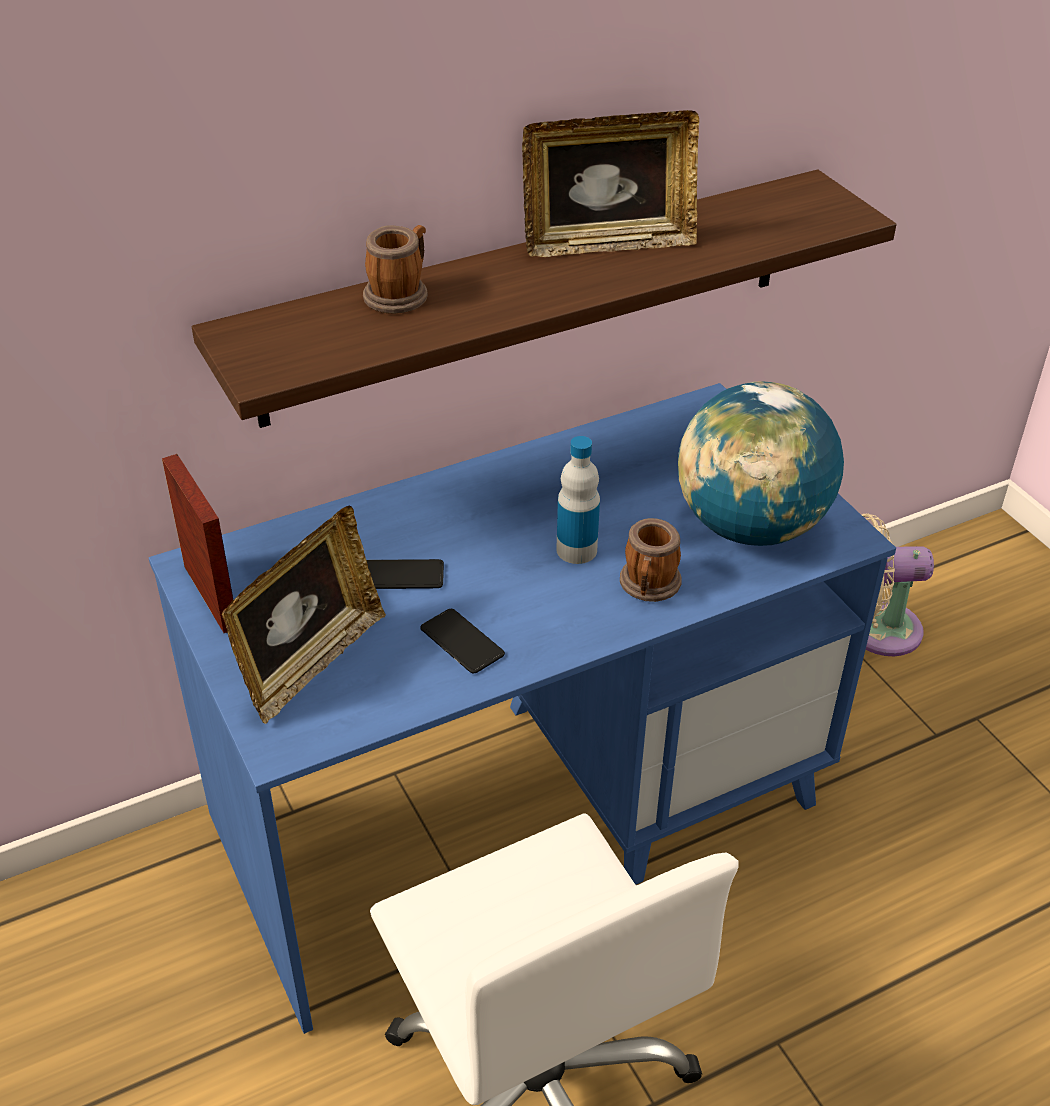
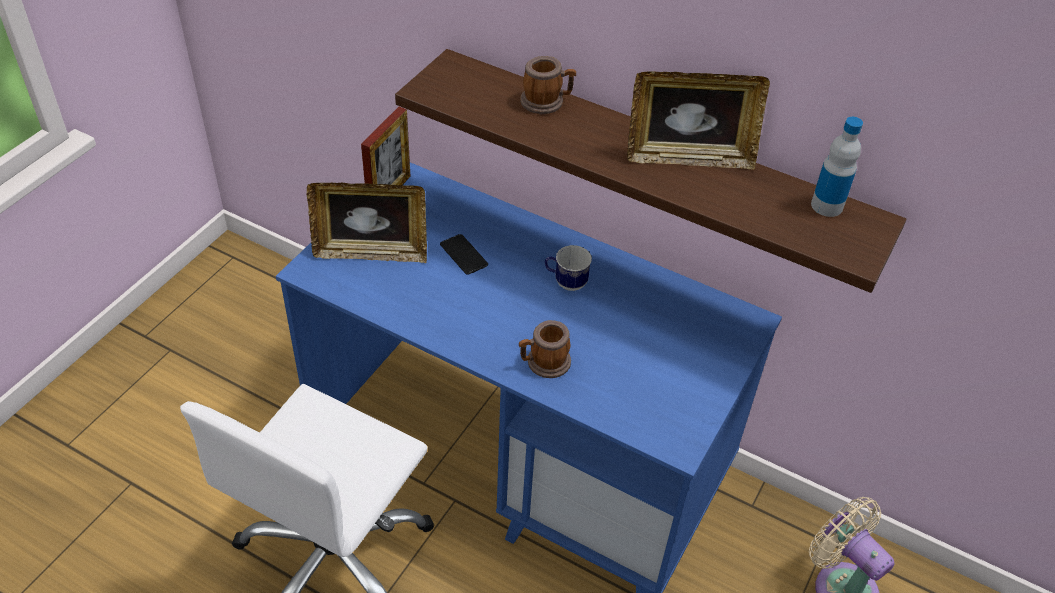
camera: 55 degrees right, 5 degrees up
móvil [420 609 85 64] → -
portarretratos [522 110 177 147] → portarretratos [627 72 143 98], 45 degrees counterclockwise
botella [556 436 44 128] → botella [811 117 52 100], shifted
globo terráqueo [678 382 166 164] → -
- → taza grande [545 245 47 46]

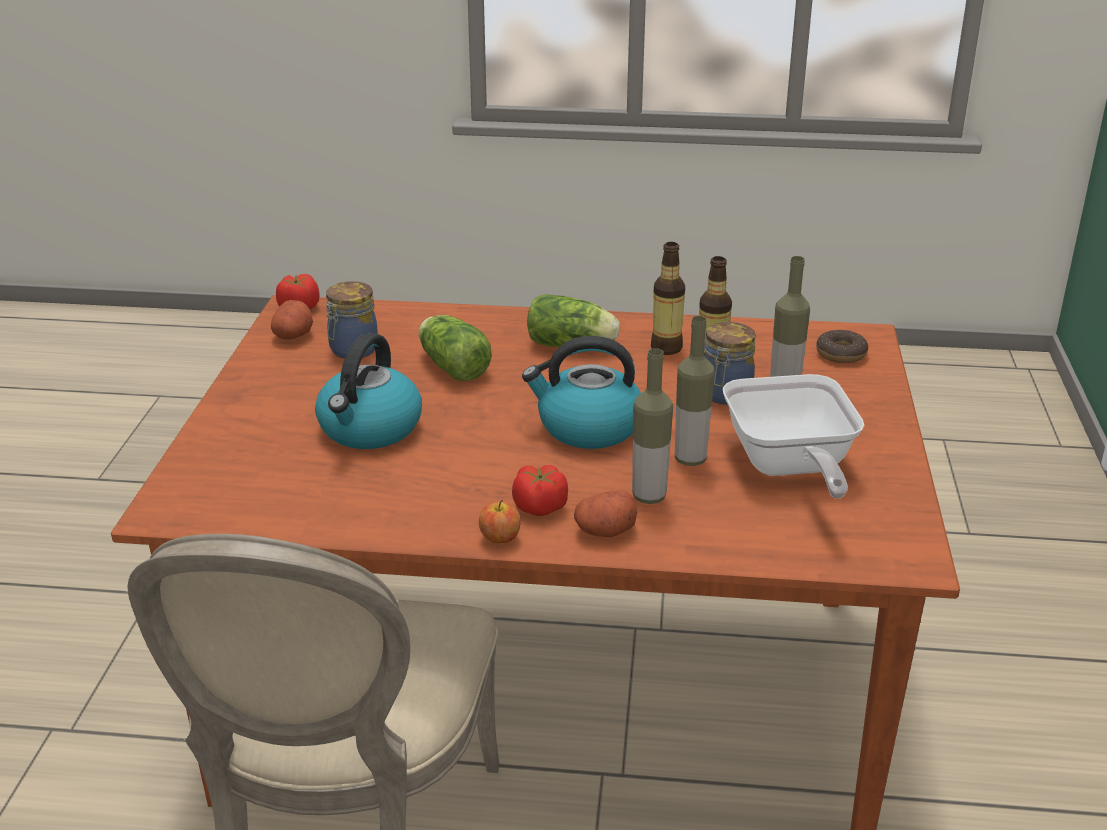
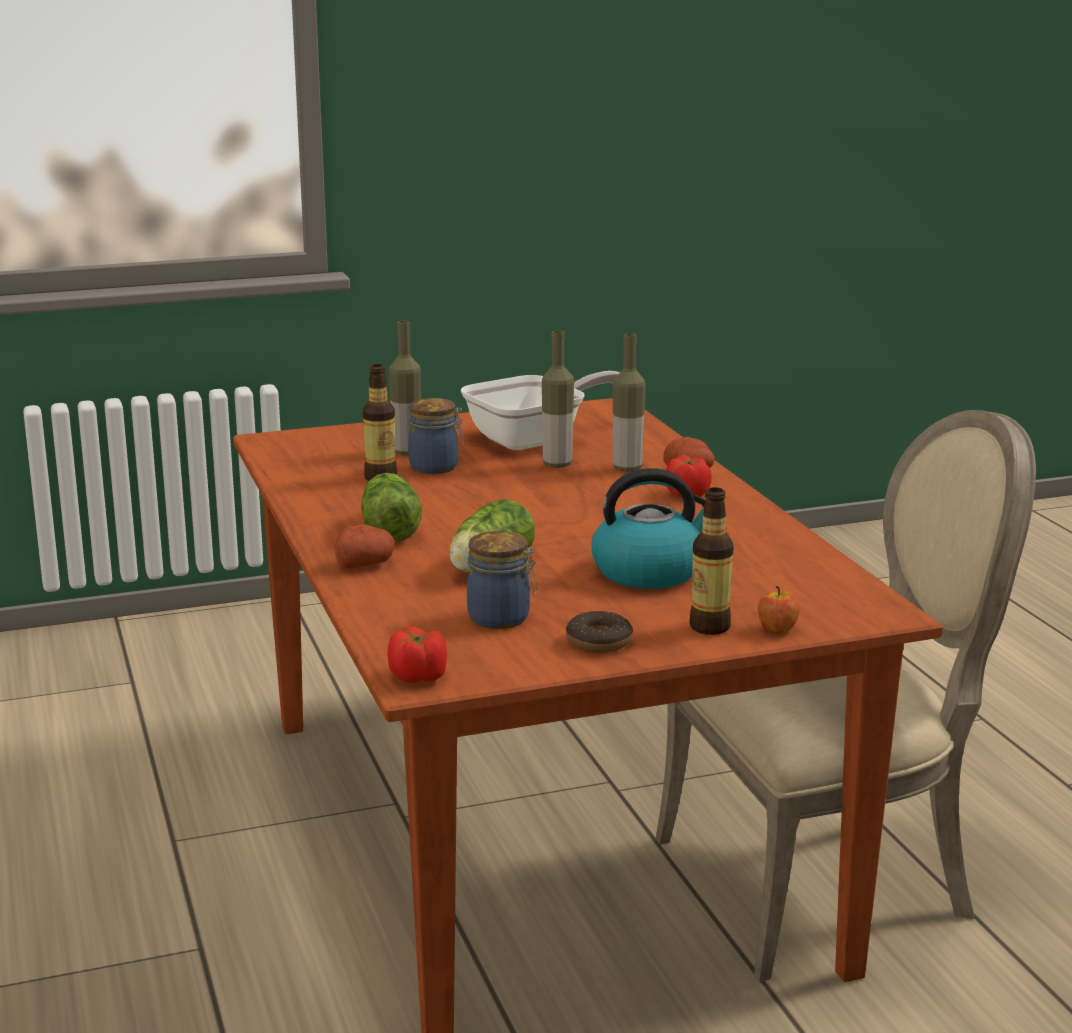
camera: 115 degrees left, 10 degrees down
patata [271 300 42 39] → patata [335 525 60 43], shifted
manzana [479 500 42 43] → manzana [758 586 42 47], shifted
hervidor [522 336 119 113] → -
botella [651 242 34 113] → botella [689 487 45 148], shifted
rosquilla [816 330 52 33] → rosquilla [566 611 67 42], shifted

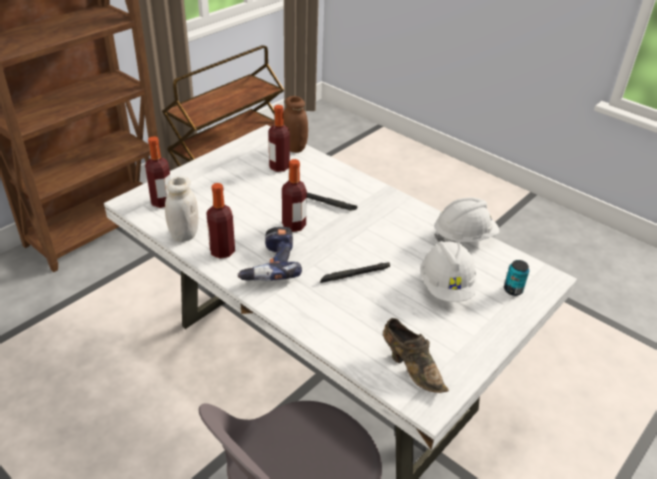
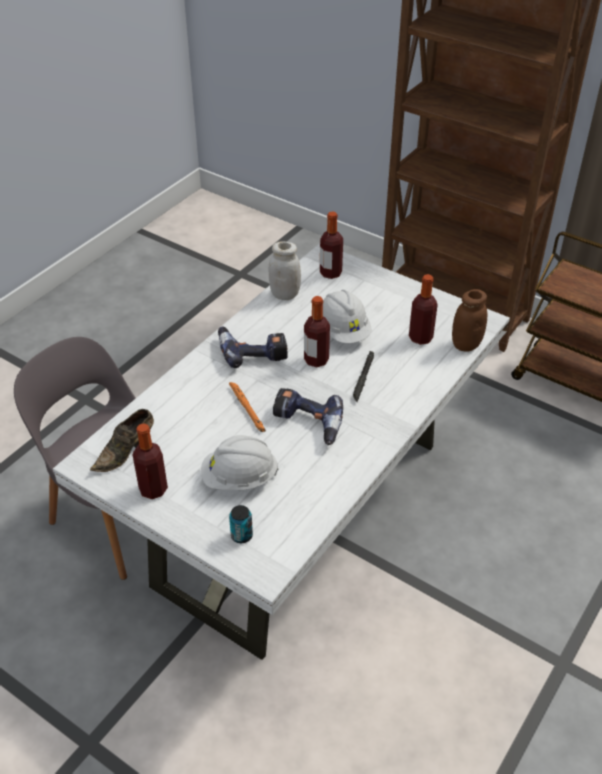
camera: 85 degrees right, 5 degrees up
botella [206 183 29 76] → botella [132 423 36 76], shifted
linterna [negro] [320 262 70 21] → linterna [naranja] [229 382 37 50]
casco [blanco] [434 197 66 46] → casco [blanco] [323 290 49 53], shifted
- → taladro [273 388 70 57]

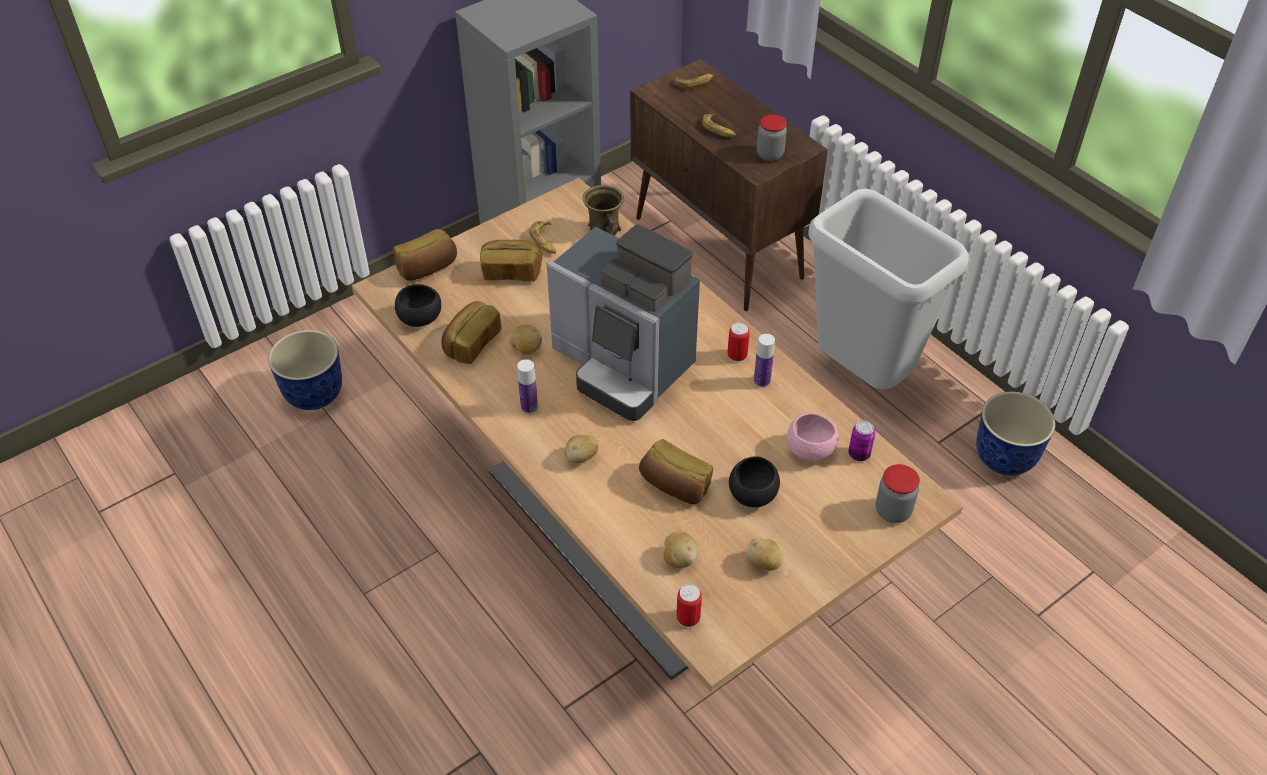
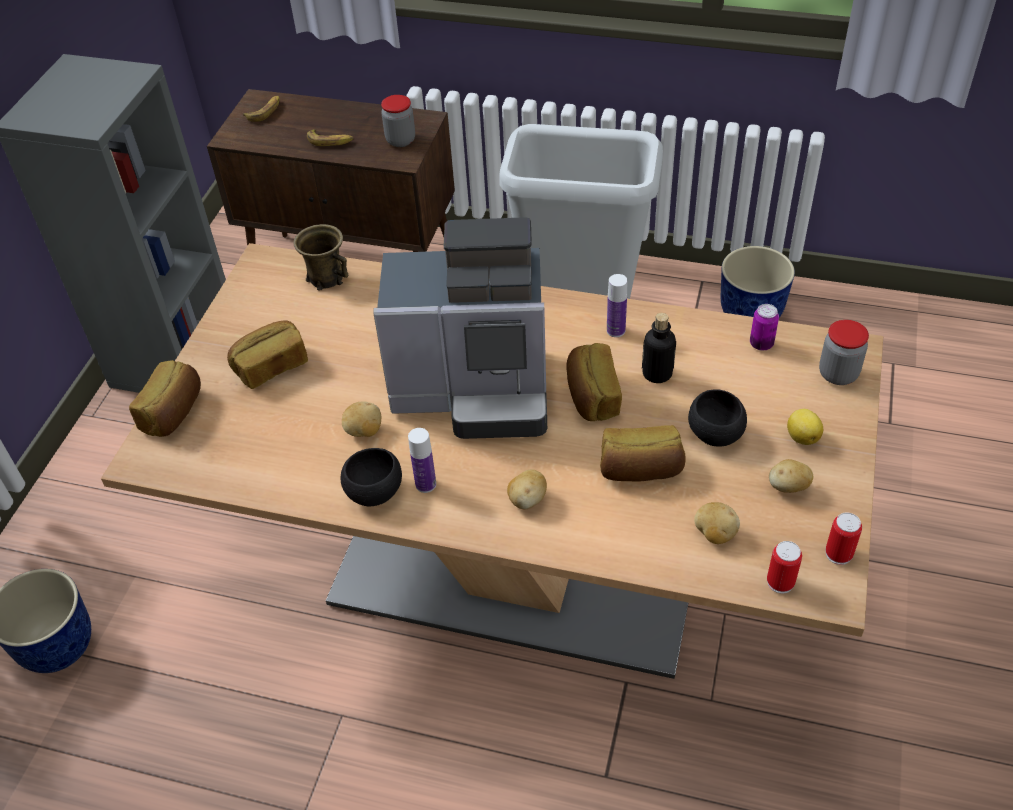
camera: 35 degrees left, 0 degrees up
cuenco [negro] [395 284 46 43] → cuenco [negro] [341 448 61 58], shifted
pan [441 301 61 63] → pan [567 343 55 78], shifted
plátano [529 221 27 33] → -
lata [727 322 23 41] → lata [826 512 36 53], shifted
cuenco [rosa] [787 413 52 47] → -
- → botella [642 313 34 70]
- → limón [787 409 36 36]

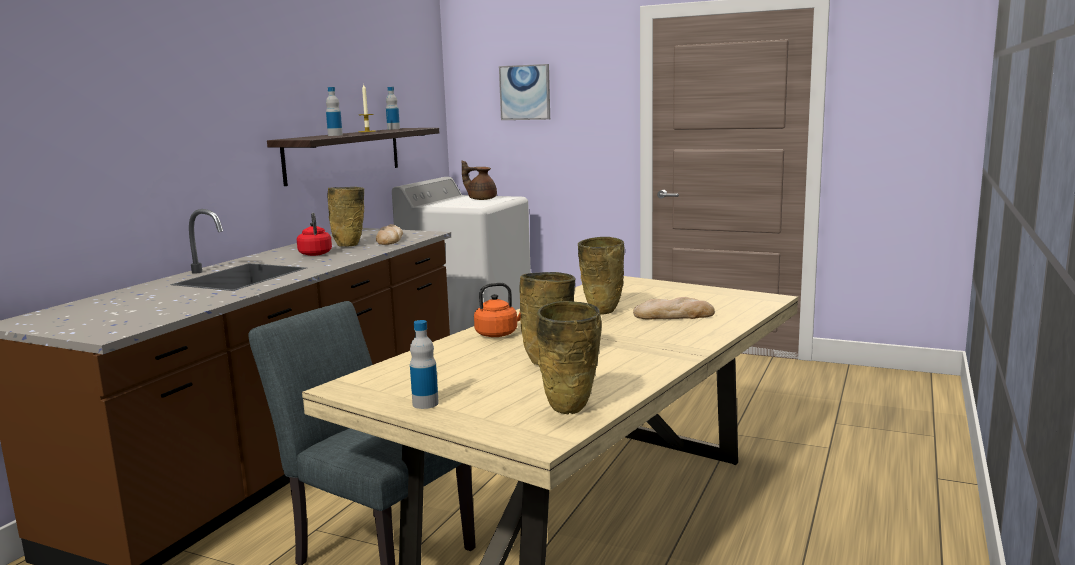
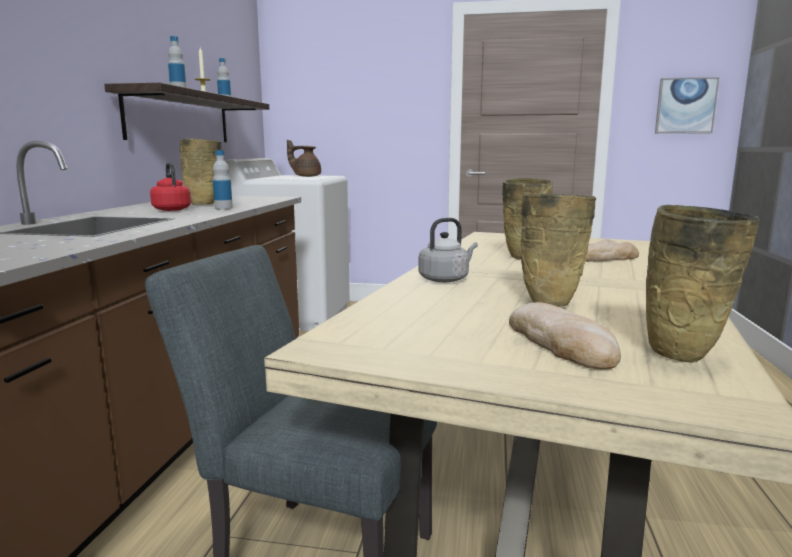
camera: 15 degrees left, 0 degrees up
pan [376 224 27 21] → pan [509 302 112 67], shifted
botella [410 320 29 89] → botella [213 150 20 59], shifted
hervidor [naranja] [474 283 47 54] → hervidor [gris] [418 218 60 65]
cuadro [499 64 51 56] → cuadro [655 77 65 57], shifted

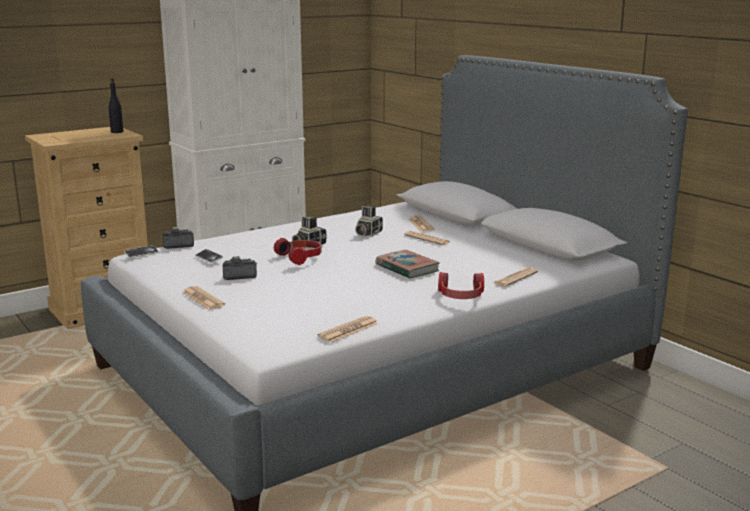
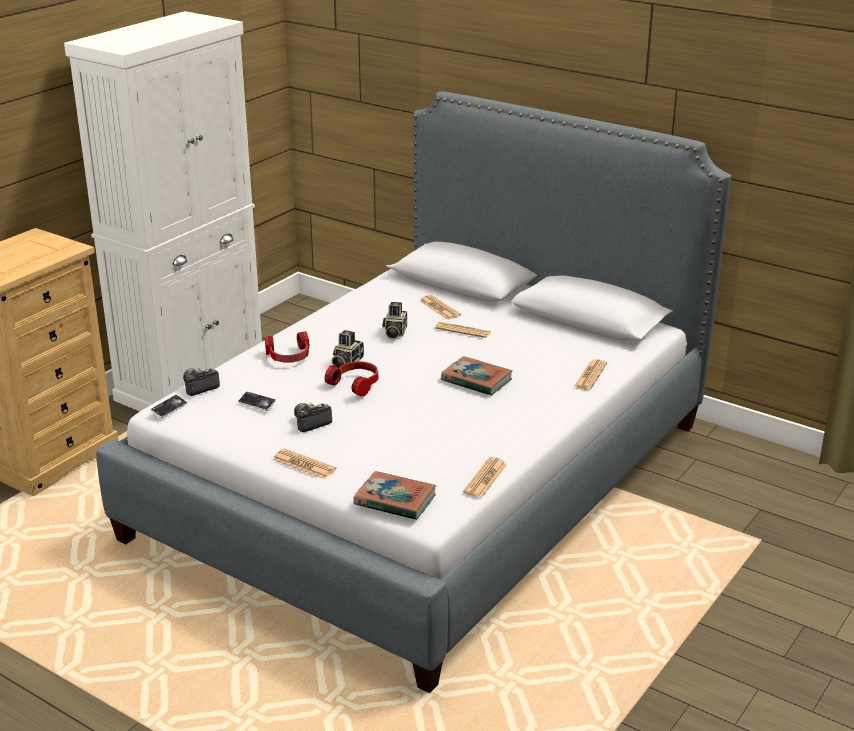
camera: 20 degrees left, 10 degrees up
botella [negro] [109 78 14 55] → -
auriculares [438 272 46 27] → auriculares [265 331 44 32], shifted
- → libro [353 471 83 49]

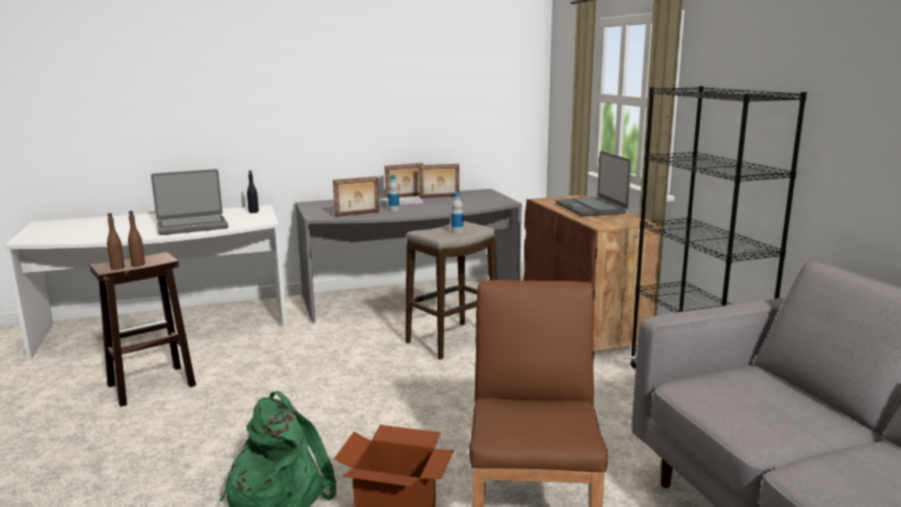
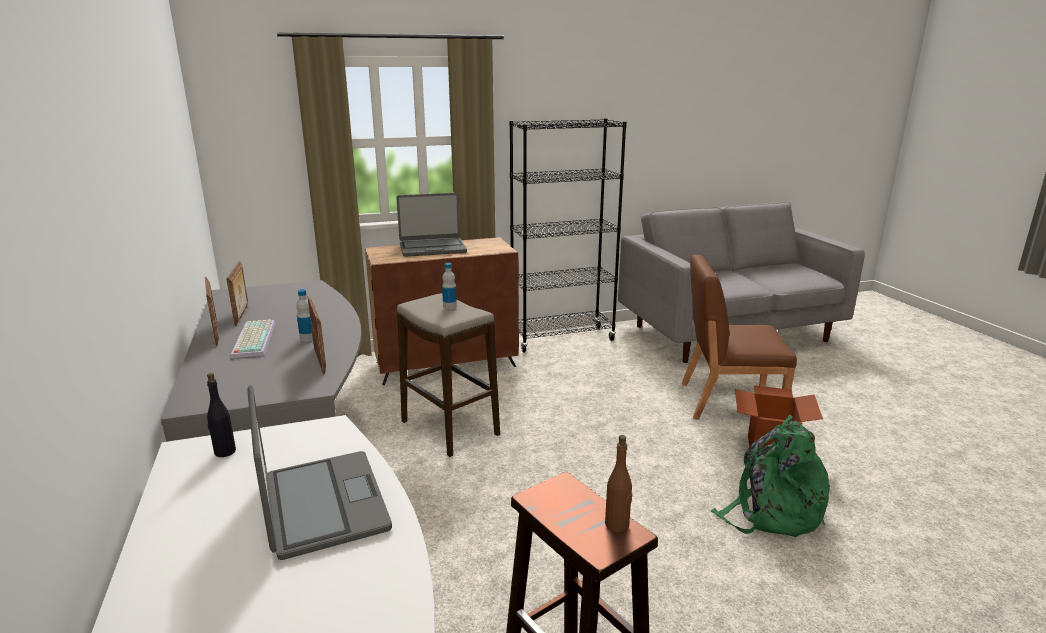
camera: 90 degrees left, 5 degrees up
botella [marrón] [128 211 17 56] → -

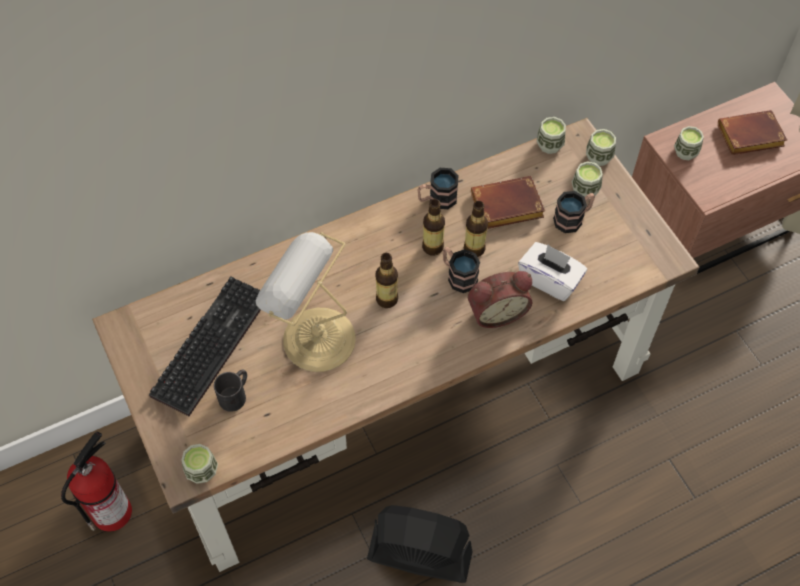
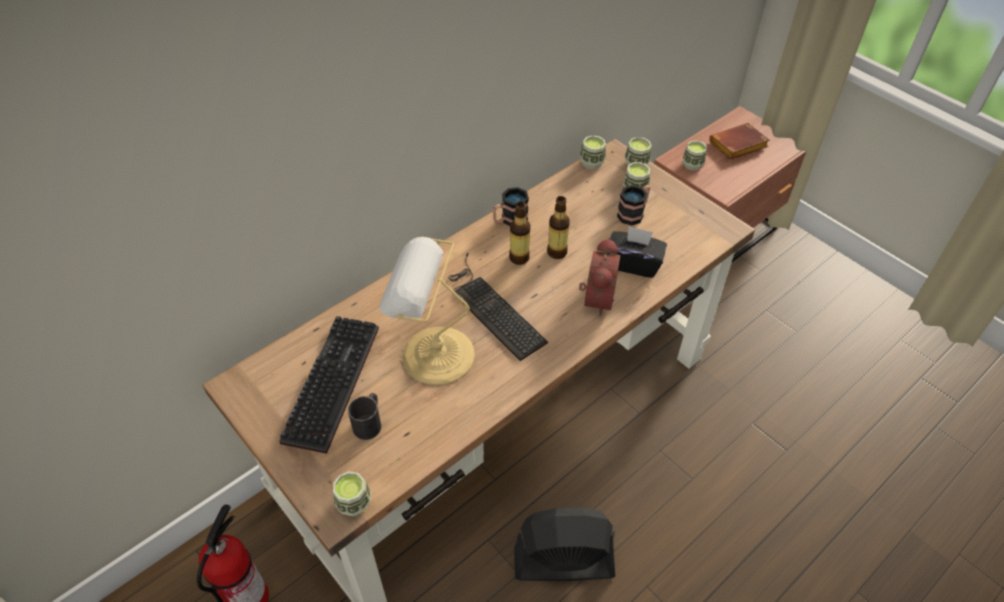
camera: 15 degrees left, 10 degrees down
botella [376 253 22 55] → teclado [448 253 100 108]
taza grande [443 247 37 46] → -
despertador [468 271 64 57] → despertador [579 238 41 78], 45 degrees counterclockwise
libro [marrón] [471 176 74 53] → -
caja de pañuelos [blanco] [518 242 69 59] → caja de pañuelos [negro] [610 226 57 52]

